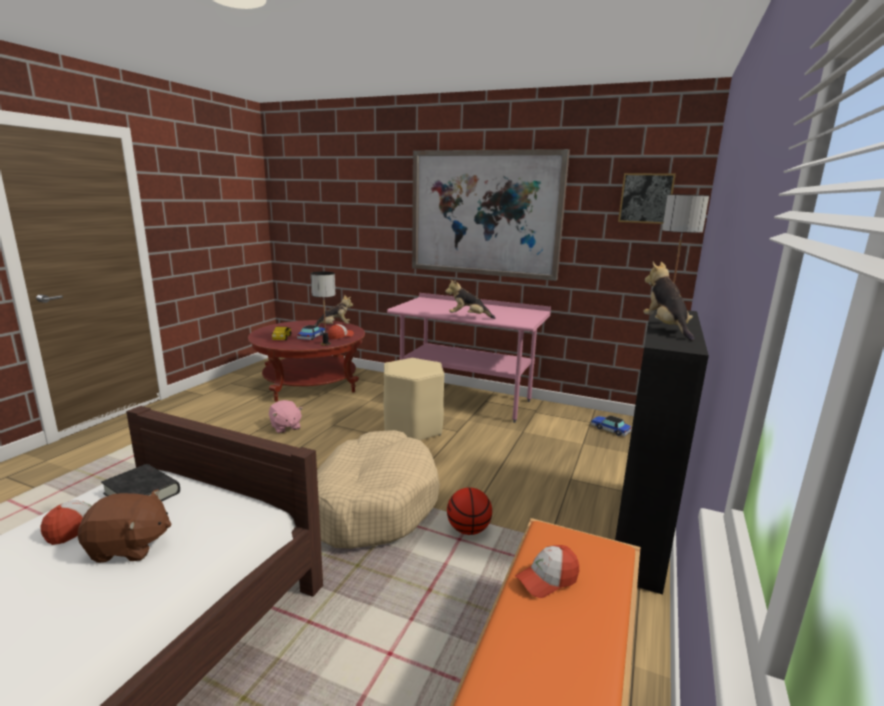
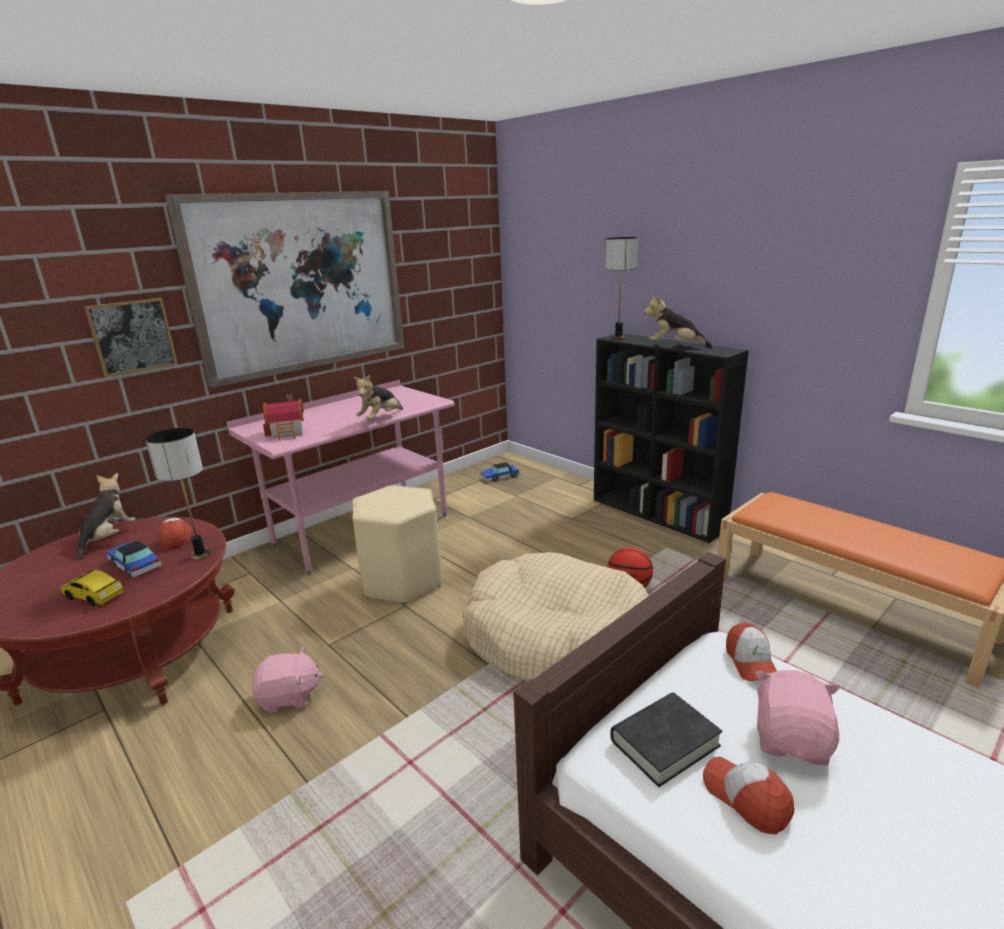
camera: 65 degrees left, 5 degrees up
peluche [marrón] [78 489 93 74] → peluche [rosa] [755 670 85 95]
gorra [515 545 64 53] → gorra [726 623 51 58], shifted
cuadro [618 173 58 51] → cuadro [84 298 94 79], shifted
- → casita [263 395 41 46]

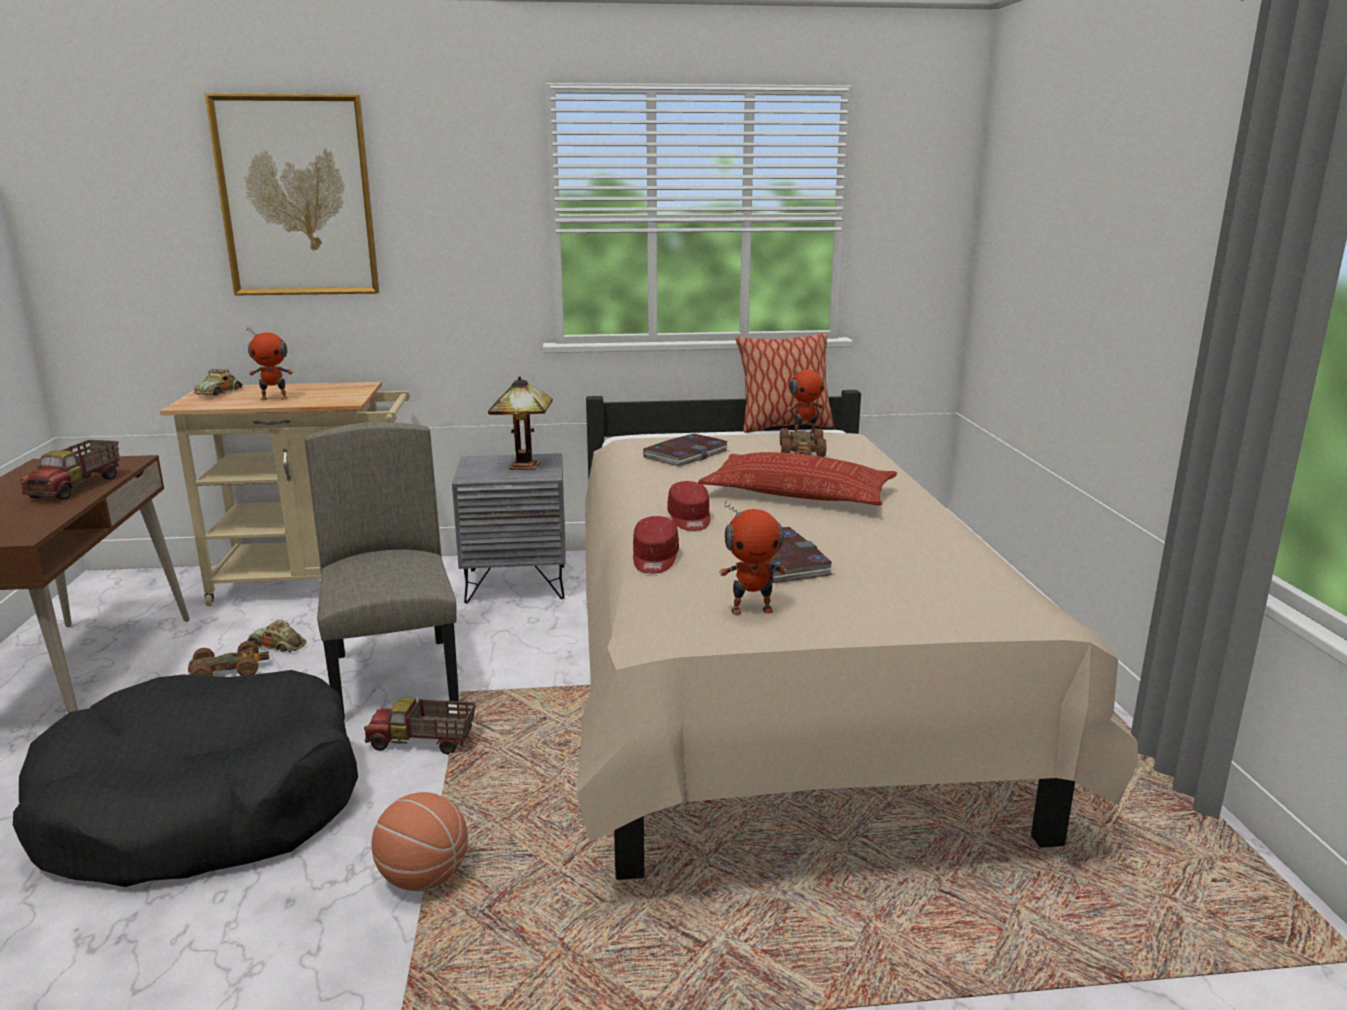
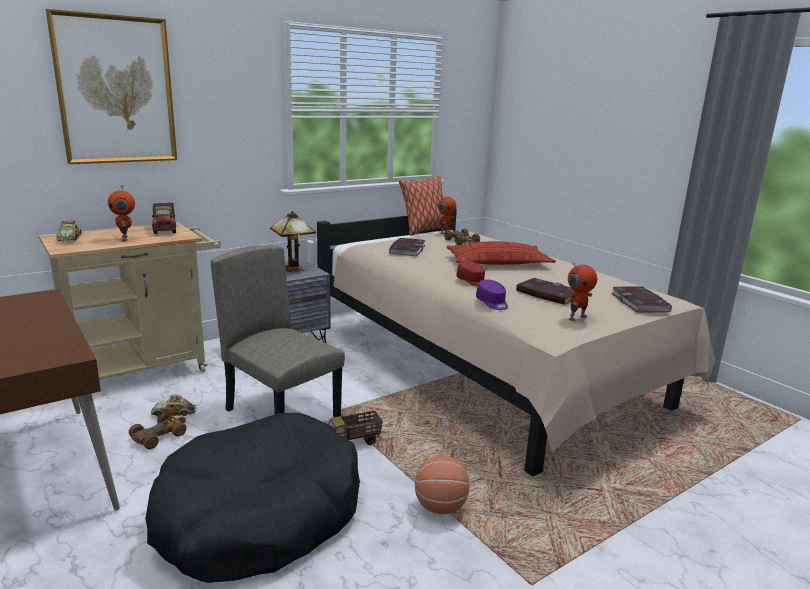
camera: 30 degrees left, 0 degrees up
camión de juguete [20 440 100 60] → camión de juguete [152 203 24 31], shifted
robot de juguete [246 328 47 72] → robot de juguete [108 185 27 56], 105 degrees clockwise
gorra [rojo] [633 516 46 57] → gorra [morado] [476 279 32 31]
- → libro [611 287 61 25]

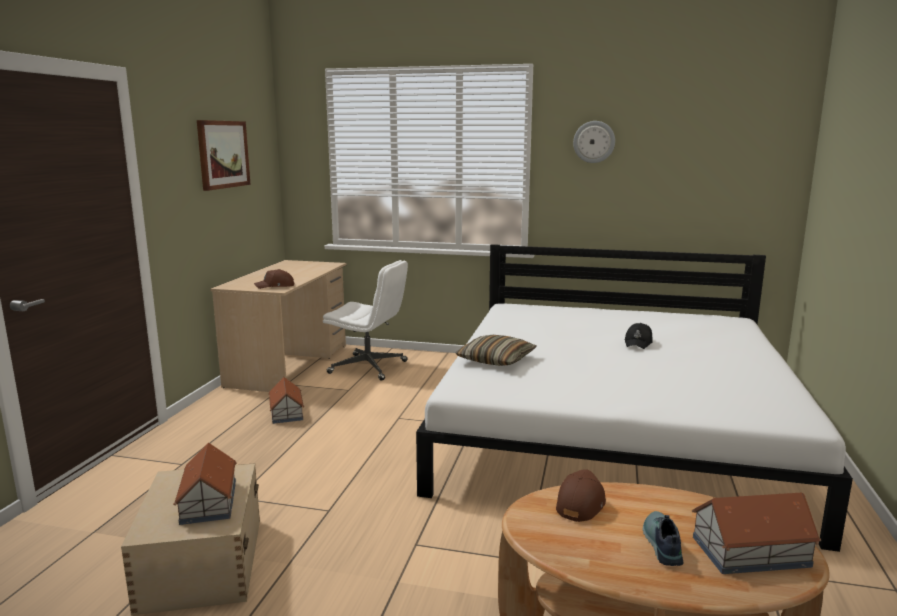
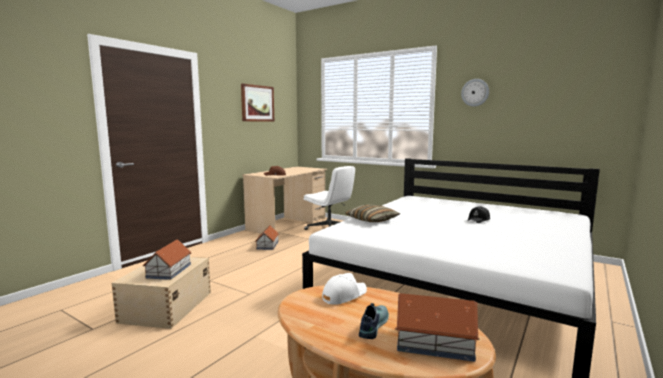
camera: 20 degrees right, 5 degrees down
gorra [marrón] [556 469 50 53] → gorra [blanco] [322 273 45 32]

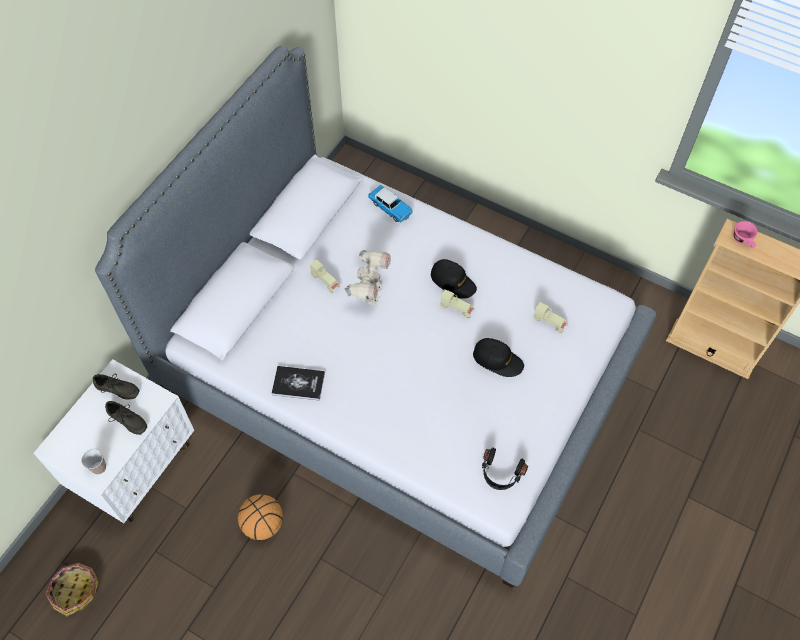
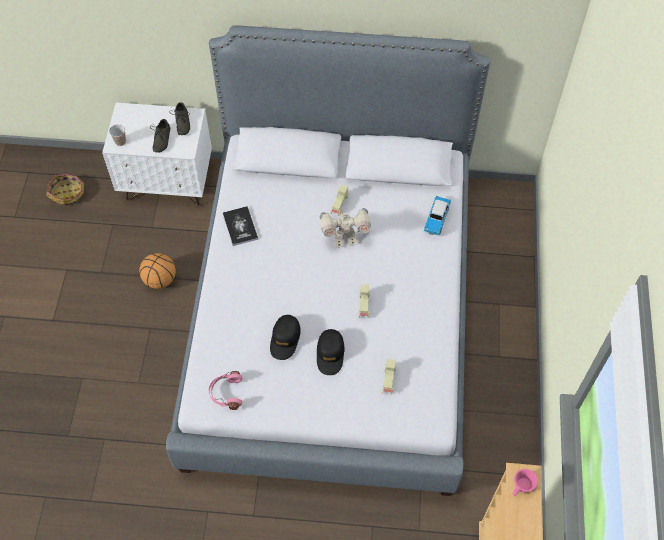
camera: 65 degrees right, 0 degrees up
gorra [negro] [431 259 46 40] → gorra [negro] [270 315 31 45], shifted
auriculares [negro] [482 447 46 43] → auriculares [rosa] [208 371 35 39]

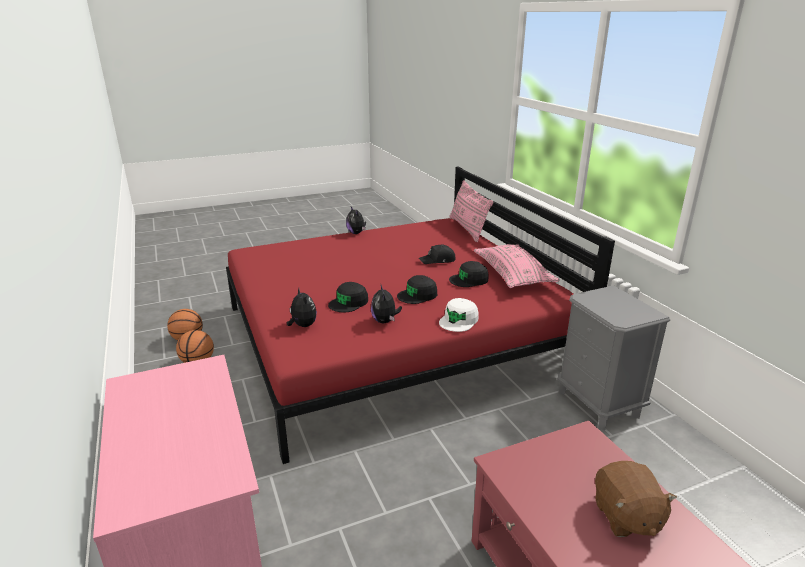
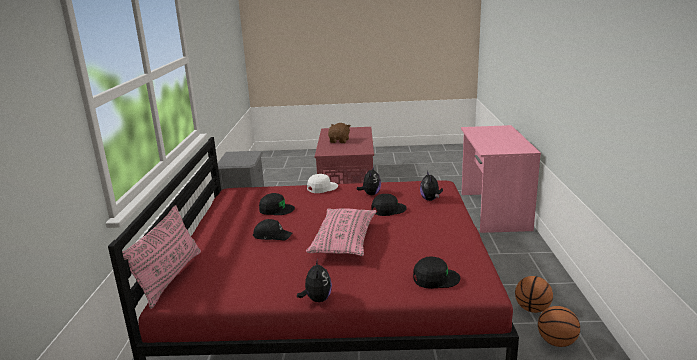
camera: 155 degrees left, 5 degrees down
gorra [negro] [397 275 40 29] → gorra [negro] [413 257 47 32], shifted
cojín [rosa] [474 244 86 44] → cojín [rosa] [306 208 70 48], shifted

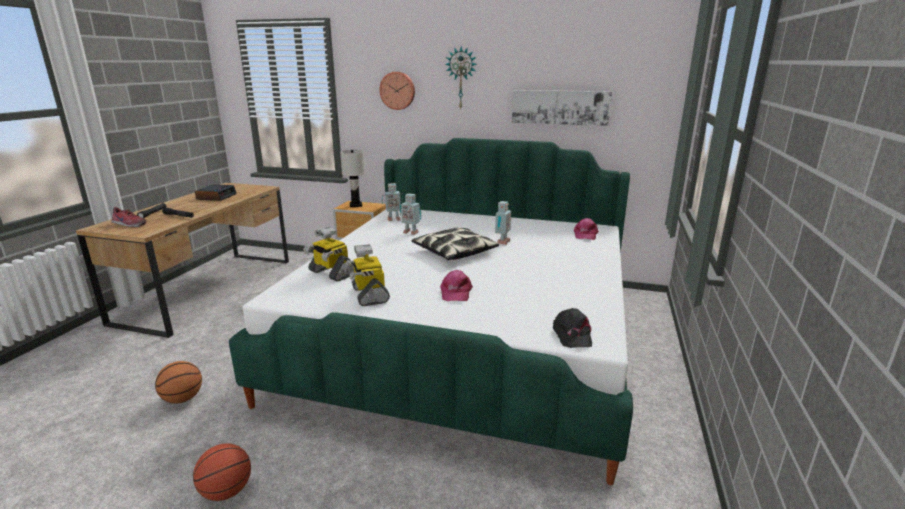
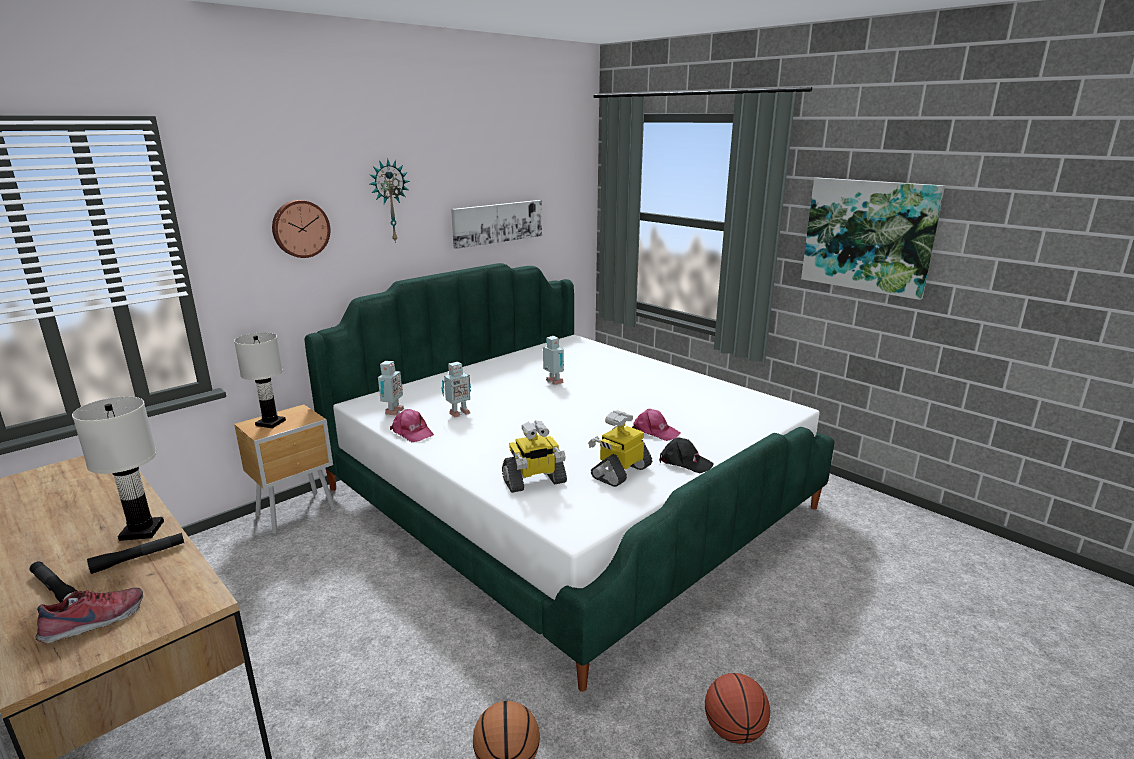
camera: 60 degrees left, 0 degrees up
despertador [195 184 41 17] → -
robot de juguete [345 244 45 62] → robot de juguete [588 410 64 77], 120 degrees clockwise
cojín [412 228 87 32] → -
gorra [negro] [553 308 39 40] → gorra [negro] [659 437 55 36], shifted
gorra [rosa] [574 218 25 22] → gorra [rosa] [390 409 44 33], shifted
- → lámpara de mesa [blanco] [72 396 92 145]
- → cuadro [801 178 144 122]

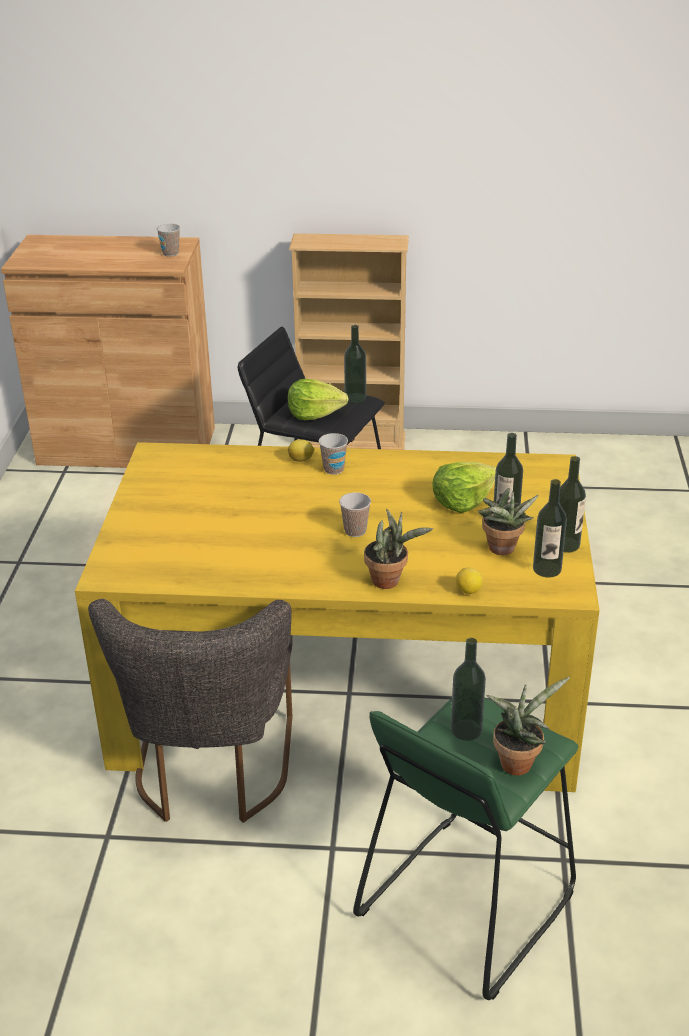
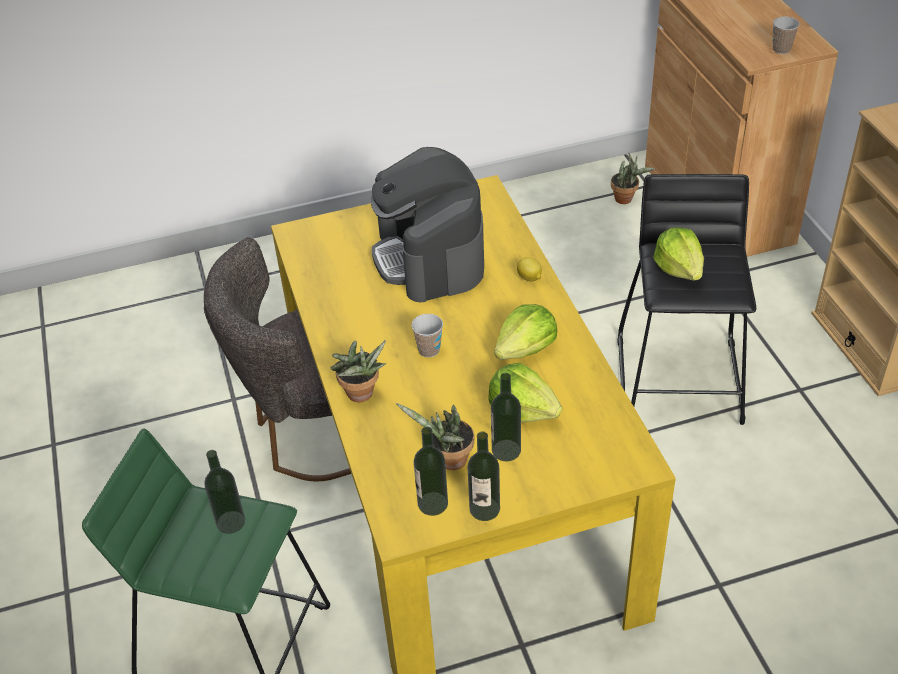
camera: 70 degrees right, 10 degrees up
taza [319 433 29 42] → -
botella [344 325 22 78] → -
limón [456 567 27 27] → -
planta en maceta [486 677 84 99] → planta en maceta [611 153 44 51], shifted
- → cafetera [371 147 113 156]
- → lechuga [494 304 63 56]

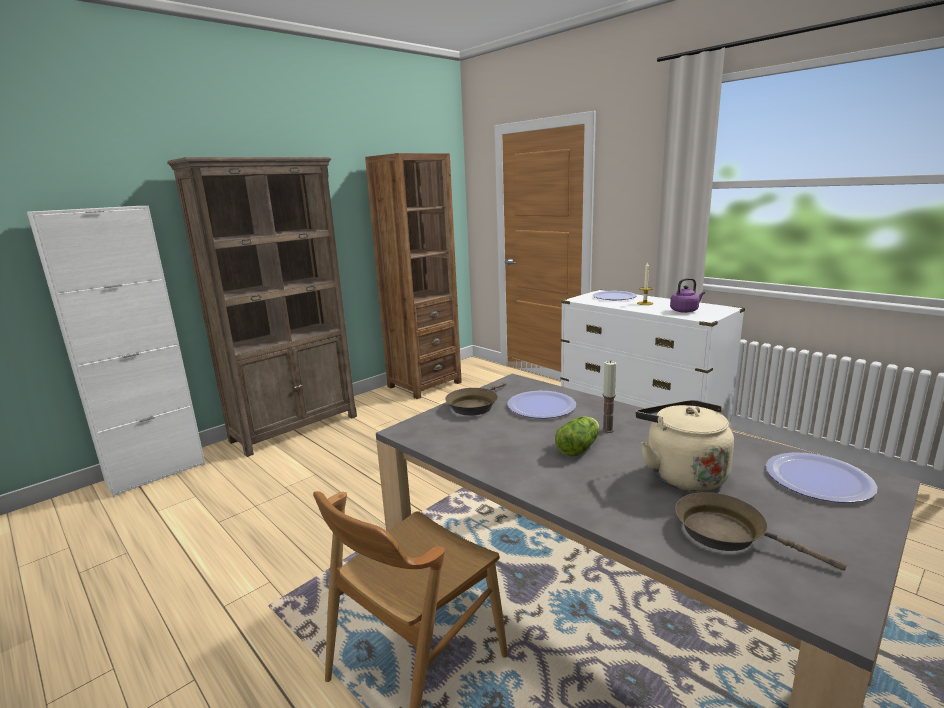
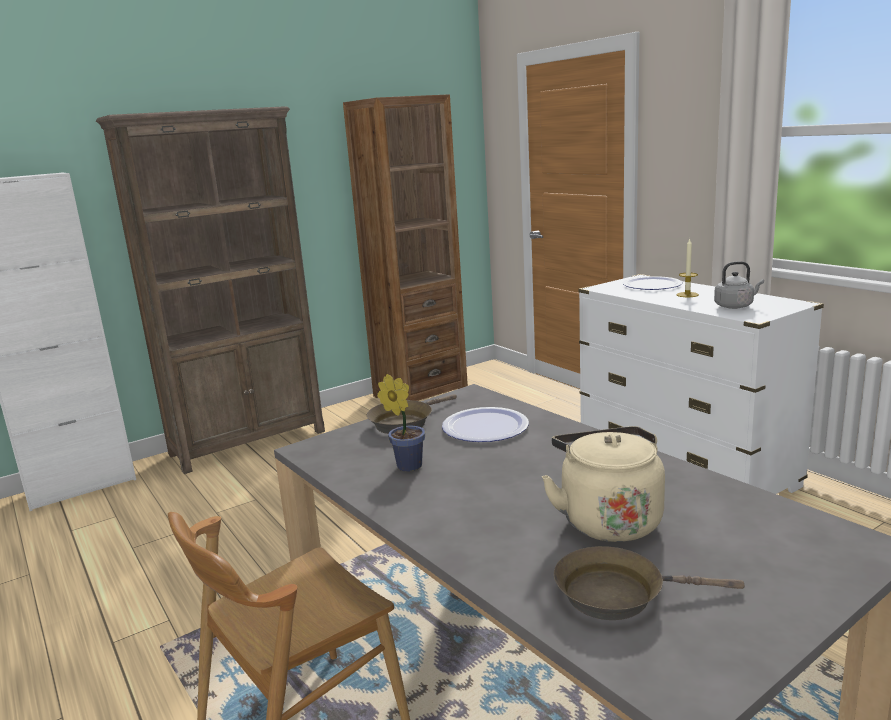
camera: 10 degrees right, 0 degrees up
lechuga [555 417 44 39] → -
vela [602 360 15 73] → -
hervidor [morado] [670 278 35 35] → hervidor [gris] [714 261 50 48]
sartén [marrón] [675 492 171 79] → sartén [marrón] [554 546 191 74], 45 degrees counterclockwise
plato [766 452 112 51] → -
- → planta en maceta [377 374 48 98]

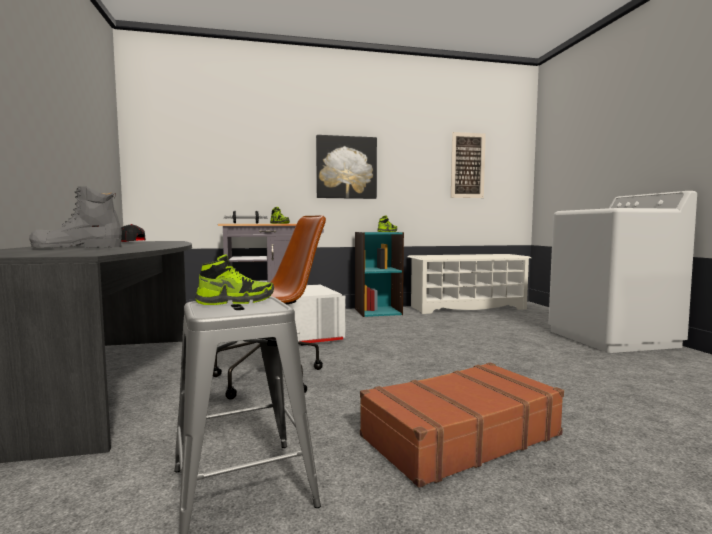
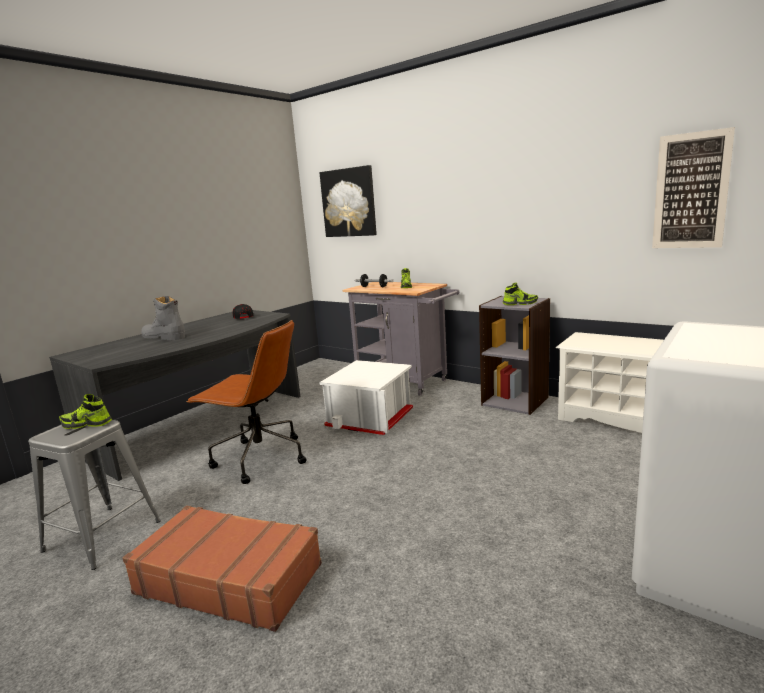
camera: 50 degrees right, 10 degrees up
zapato [195 254 79 51] → zapato [59 394 53 35], 150 degrees clockwise
cuadro [316 135 61 64] → cuadro [319 165 58 72], shifted
estantería [turquesa] [355 232 49 85] → estantería [gris] [479 296 71 119]

